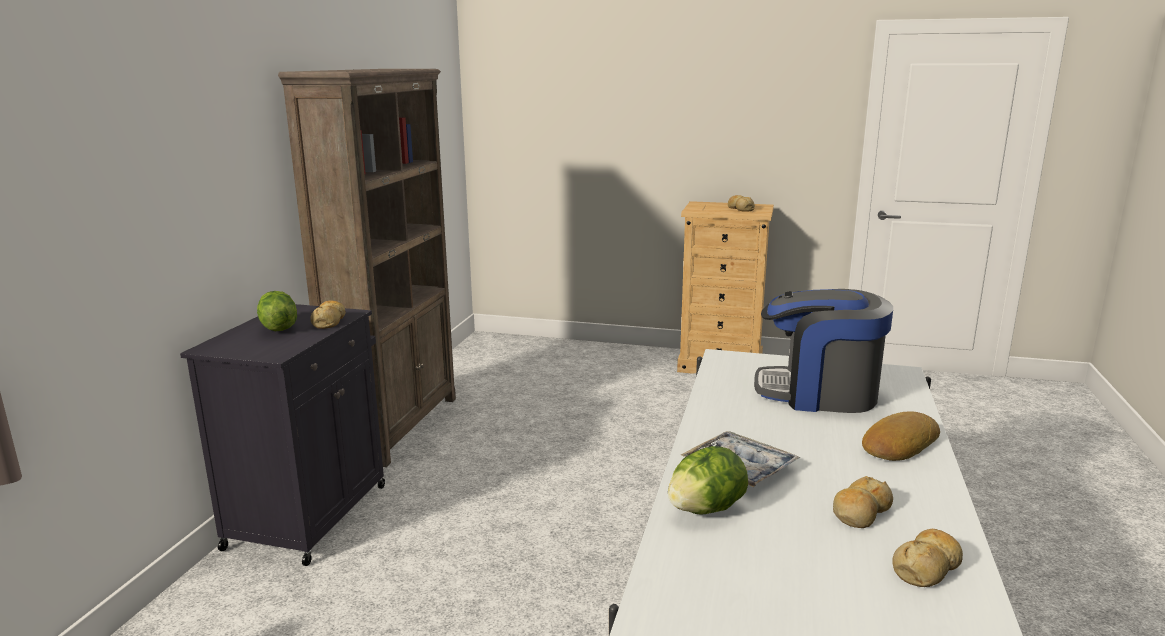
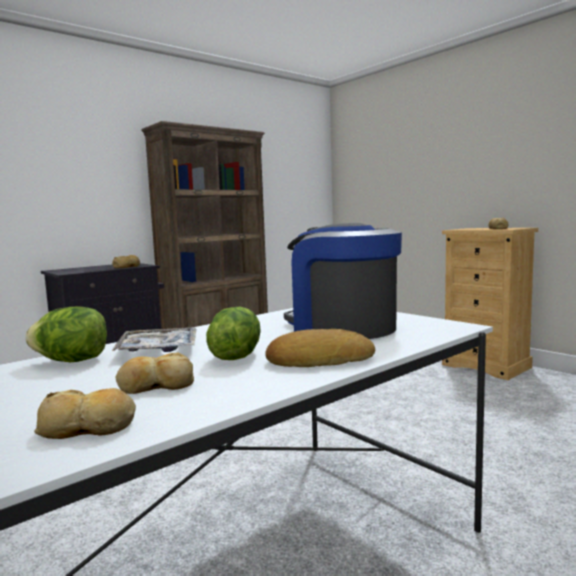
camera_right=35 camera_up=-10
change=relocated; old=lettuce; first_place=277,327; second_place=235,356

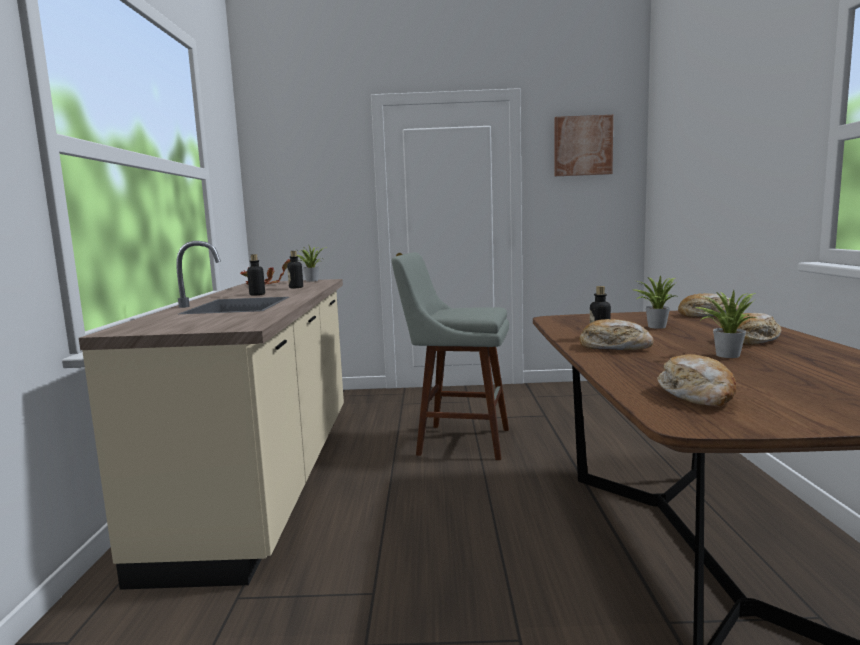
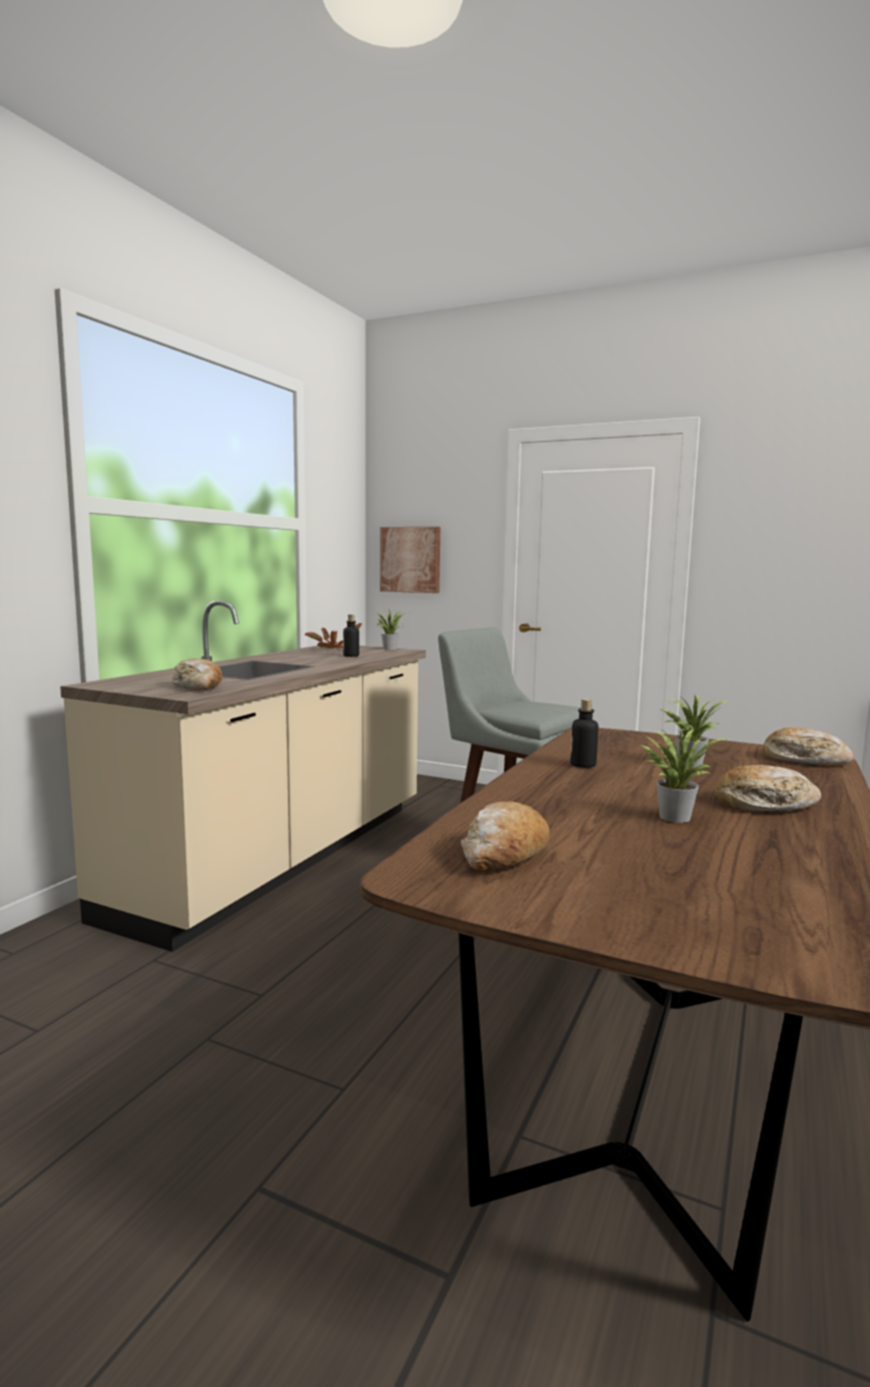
camera_right=25 camera_up=0
change=relocated; old=bakery bread; first_place=614,347; second_place=198,687
change=relocated; old=wall art; first_place=582,146; second_place=410,559
change=missing; old=beverage bottle; first_place=257,294

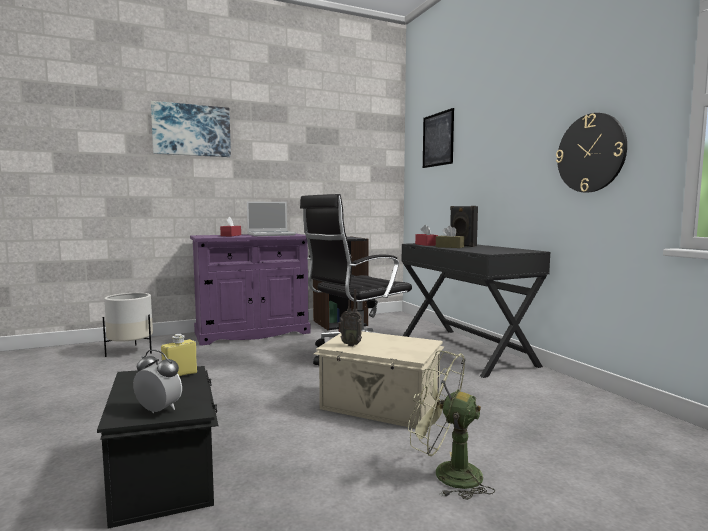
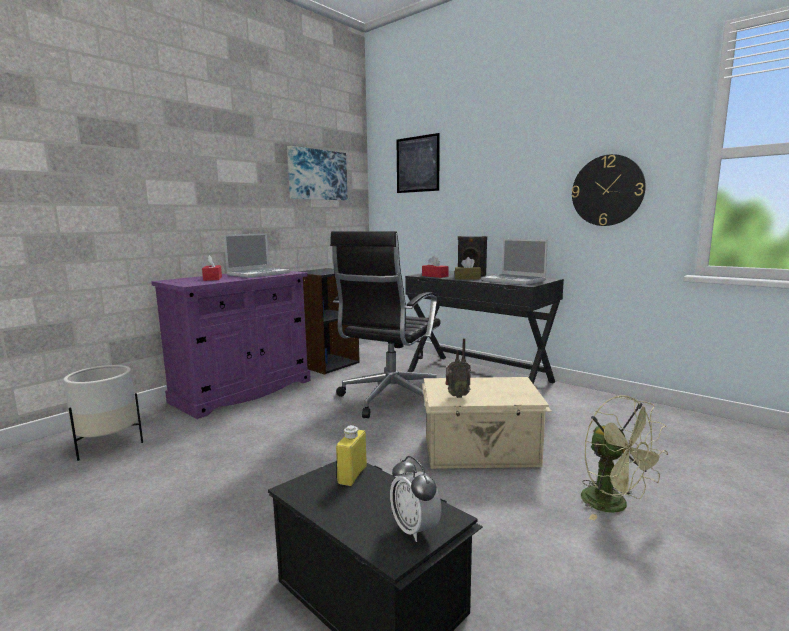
camera_right=-25 camera_up=5
change=relocated; old=wall art; first_place=191,130; second_place=317,175
change=spun; old=bedside clock; first_place=158,410; second_place=414,529; degrees=-120
change=appeared; new=portable computer; second_place=514,281
change=spun; old=cooling fan (green-coloured); first_place=446,474; second_place=613,505; degrees=-120

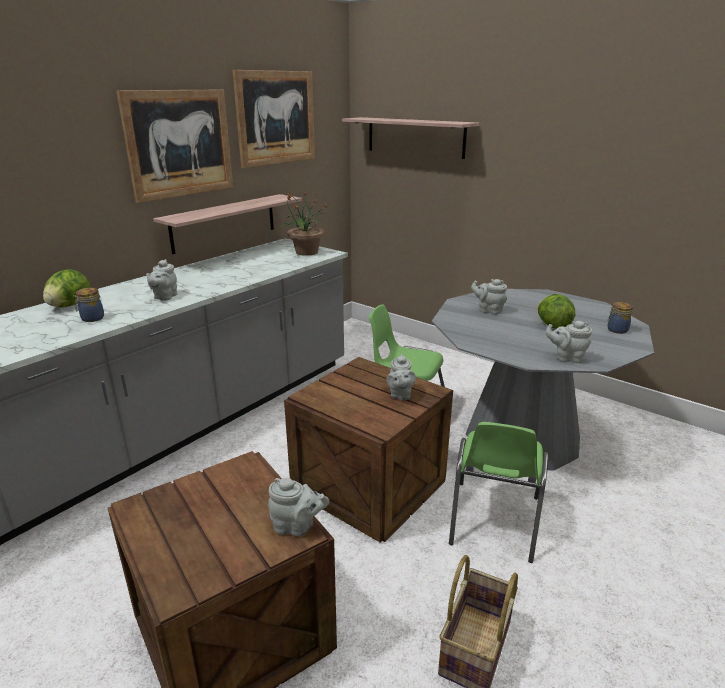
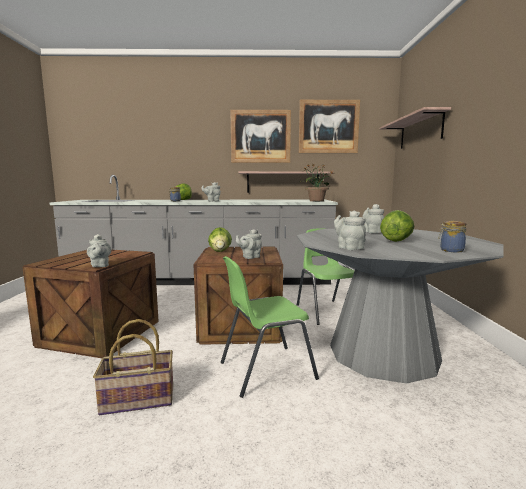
camera_right=50 camera_up=-15
change=appeared; new=lettuce; second_place=220,251

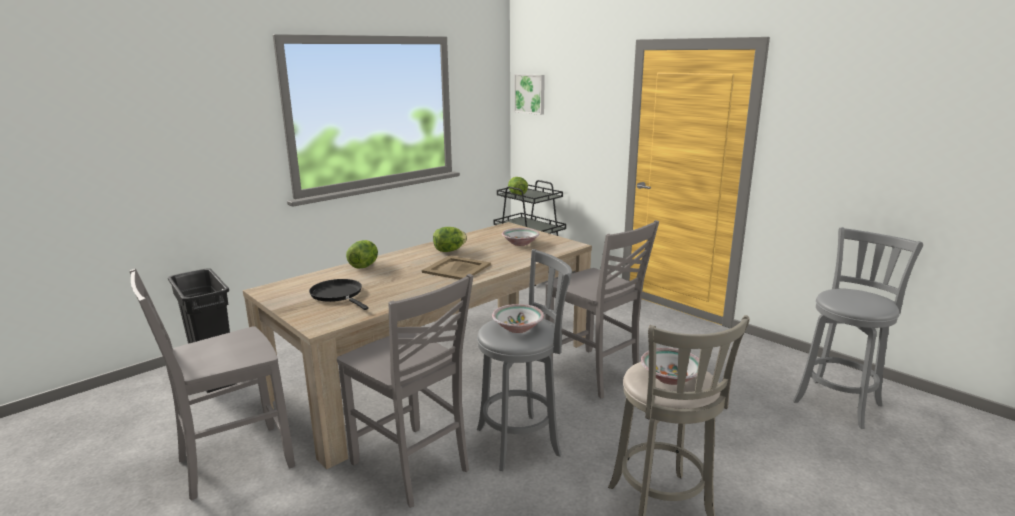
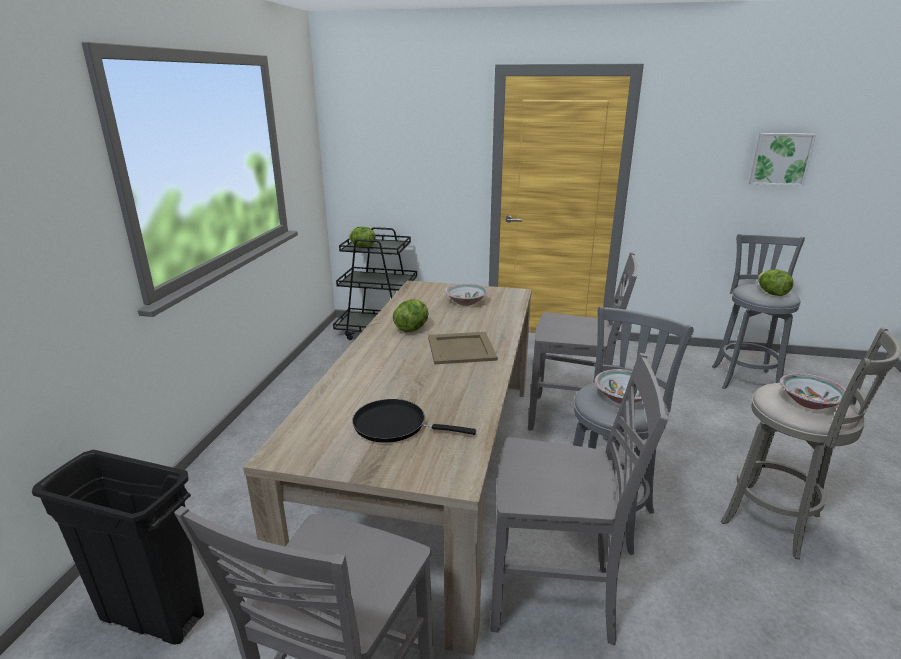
camera_right=-35 camera_up=5
change=relocated; old=wall art; first_place=530,94; second_place=780,159
change=relocated; old=lettuce; first_place=364,266; second_place=771,293

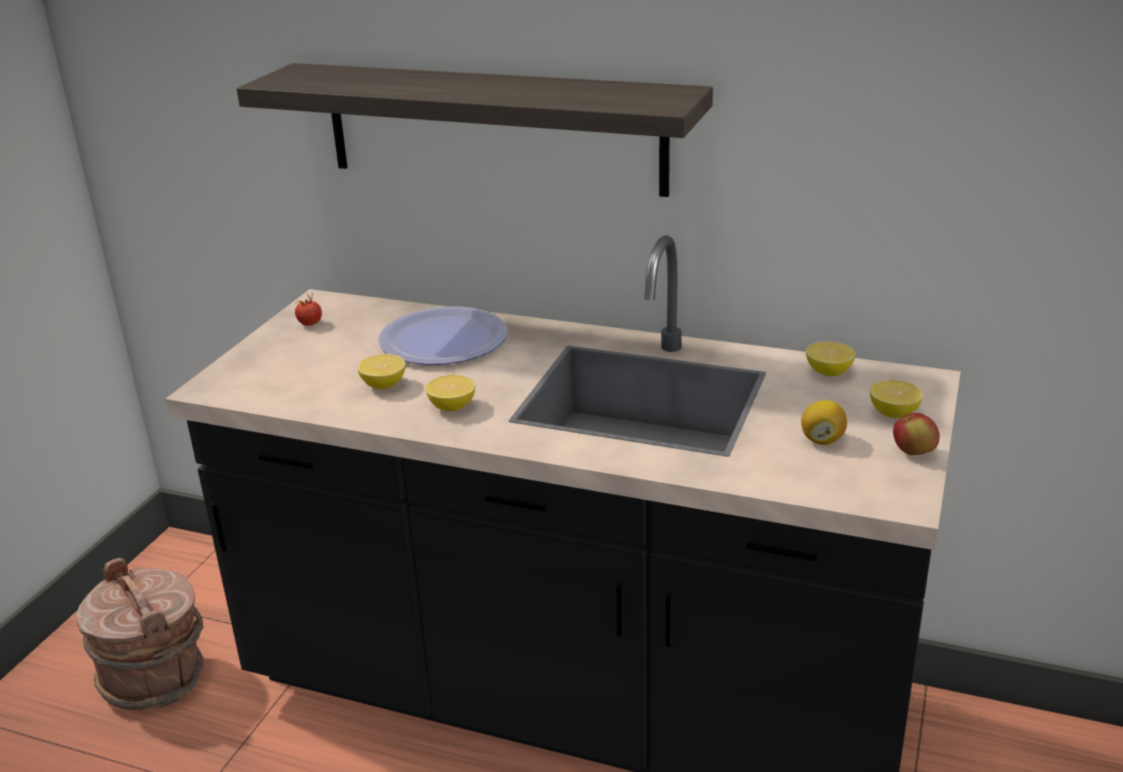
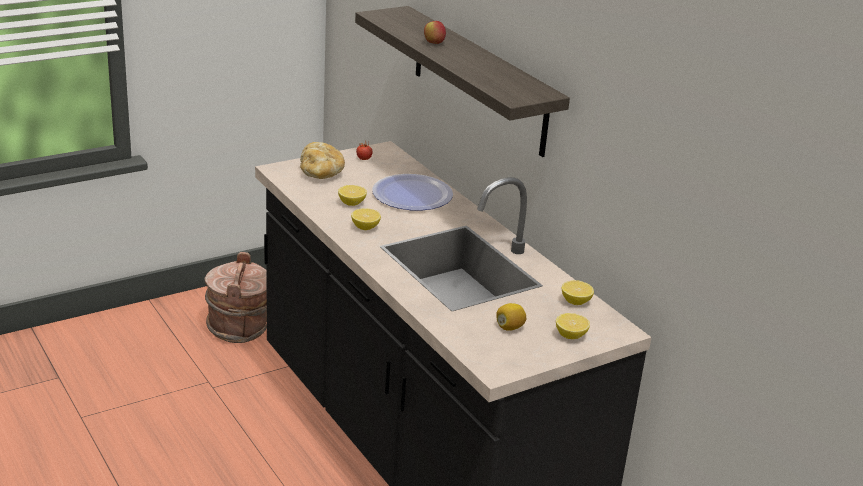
camera_right=35 camera_up=0
change=appeared; new=bakery bread; second_place=321,173
change=relocated; old=apple fruit; first_place=913,453; second_place=434,43

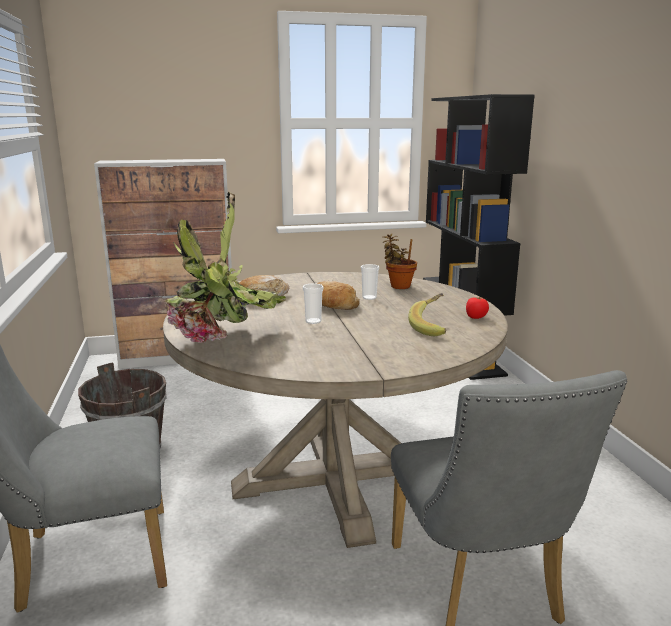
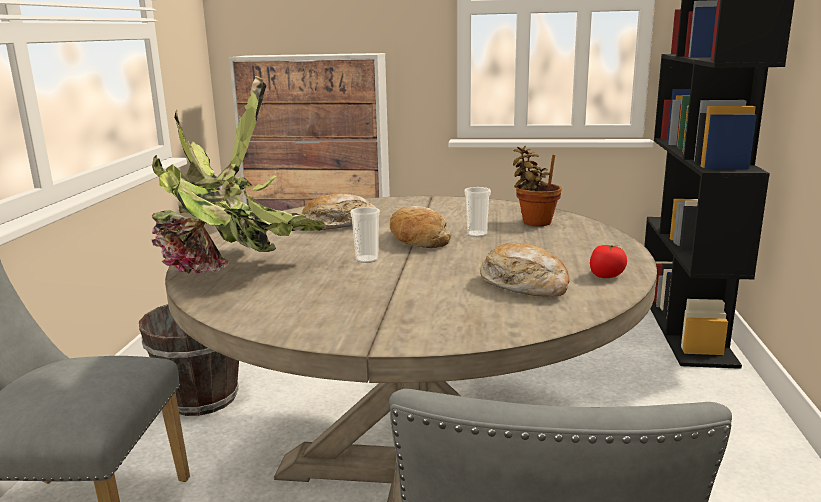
camera_right=20 camera_up=0
change=exchanged; old=banana fruit; new=bakery bread; first_place=433,327; second_place=524,285

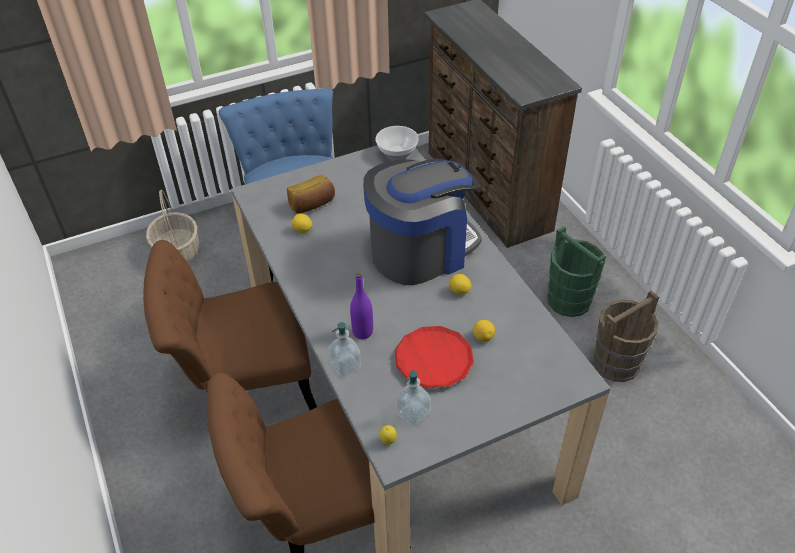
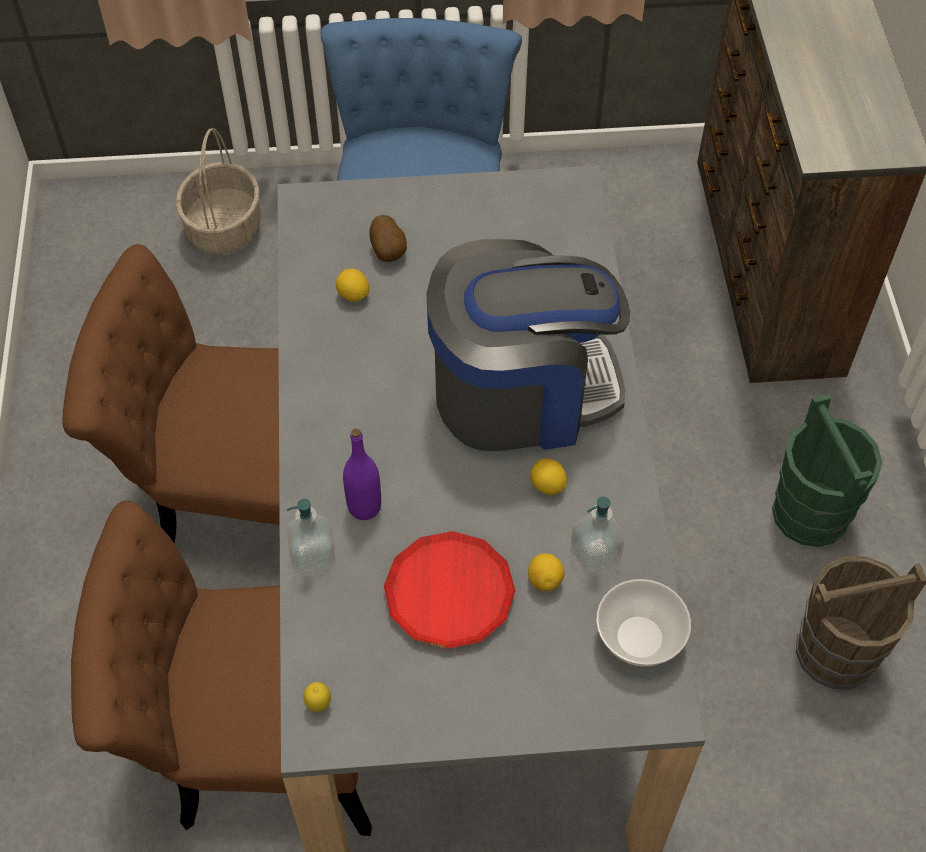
camera_right=20 camera_up=10
change=exchanged; old=bakery bread; new=spud; first_place=312,204; second_place=389,252
change=relocated; old=soap bottle; first_place=413,413; second_place=595,553
change=relocated; old=serving bowl; first_place=396,153; second_place=637,638

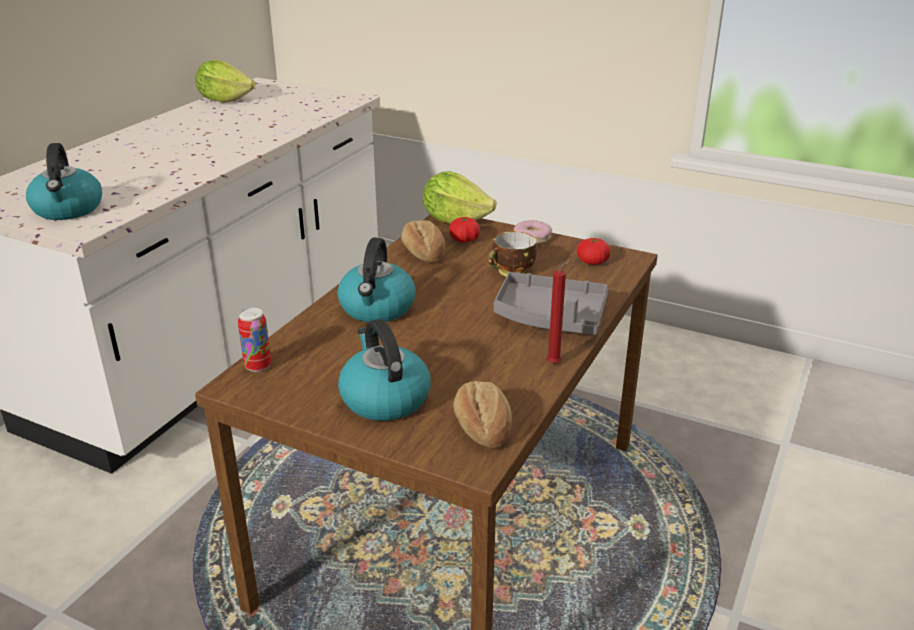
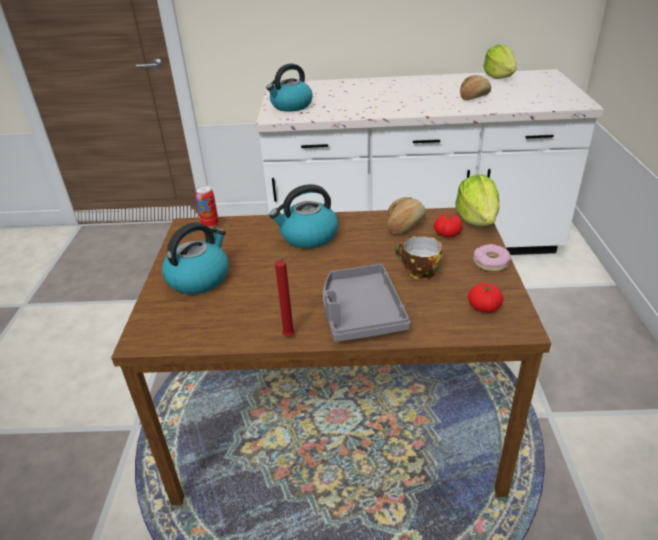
camera_right=65 camera_up=5
change=relocated; old=bakery bread; first_place=481,428; second_place=474,97

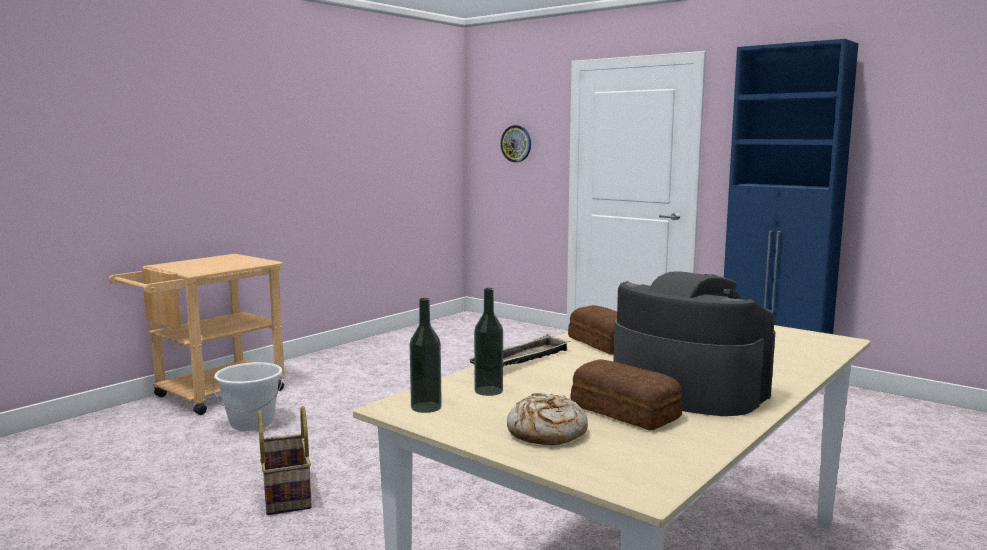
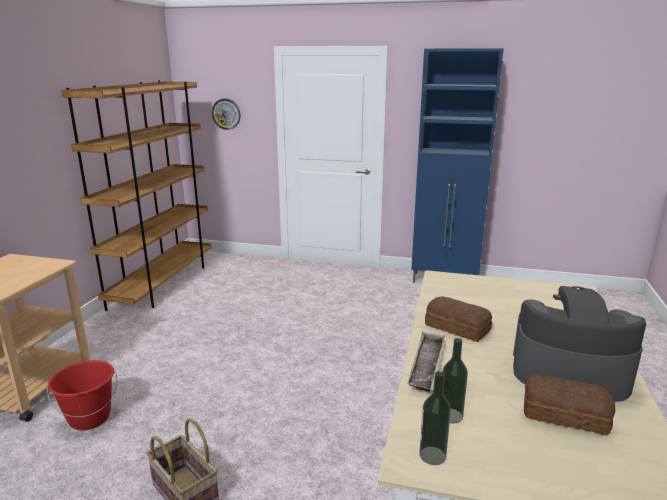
camera_right=-25 camera_up=10
change=colour; old=pail (white-coloured); new=pail (reddish); first_place=252,423; second_place=90,418
change=appeared; new=bookcase (brown-coloured); second_place=163,284
change=missing; old=bakery bread; first_place=546,432

